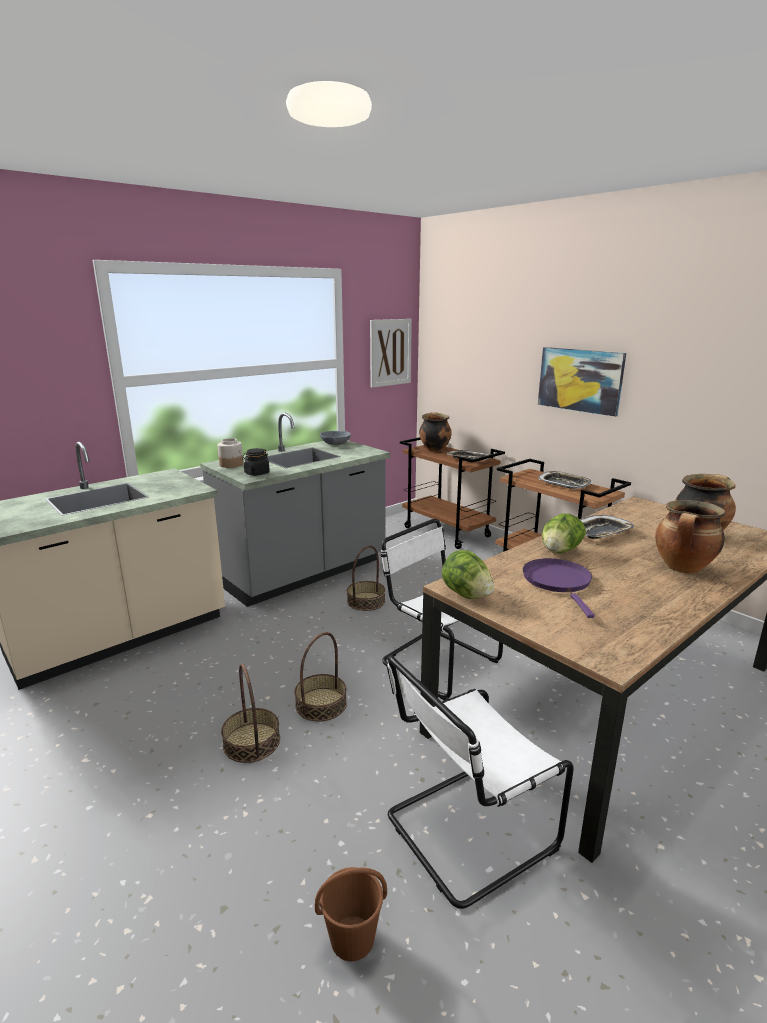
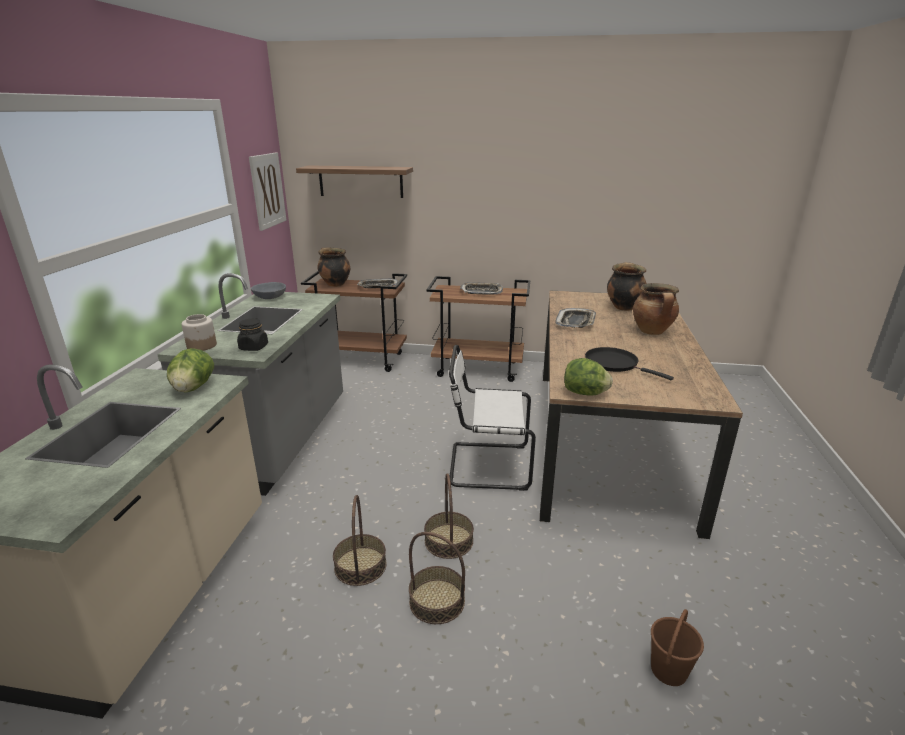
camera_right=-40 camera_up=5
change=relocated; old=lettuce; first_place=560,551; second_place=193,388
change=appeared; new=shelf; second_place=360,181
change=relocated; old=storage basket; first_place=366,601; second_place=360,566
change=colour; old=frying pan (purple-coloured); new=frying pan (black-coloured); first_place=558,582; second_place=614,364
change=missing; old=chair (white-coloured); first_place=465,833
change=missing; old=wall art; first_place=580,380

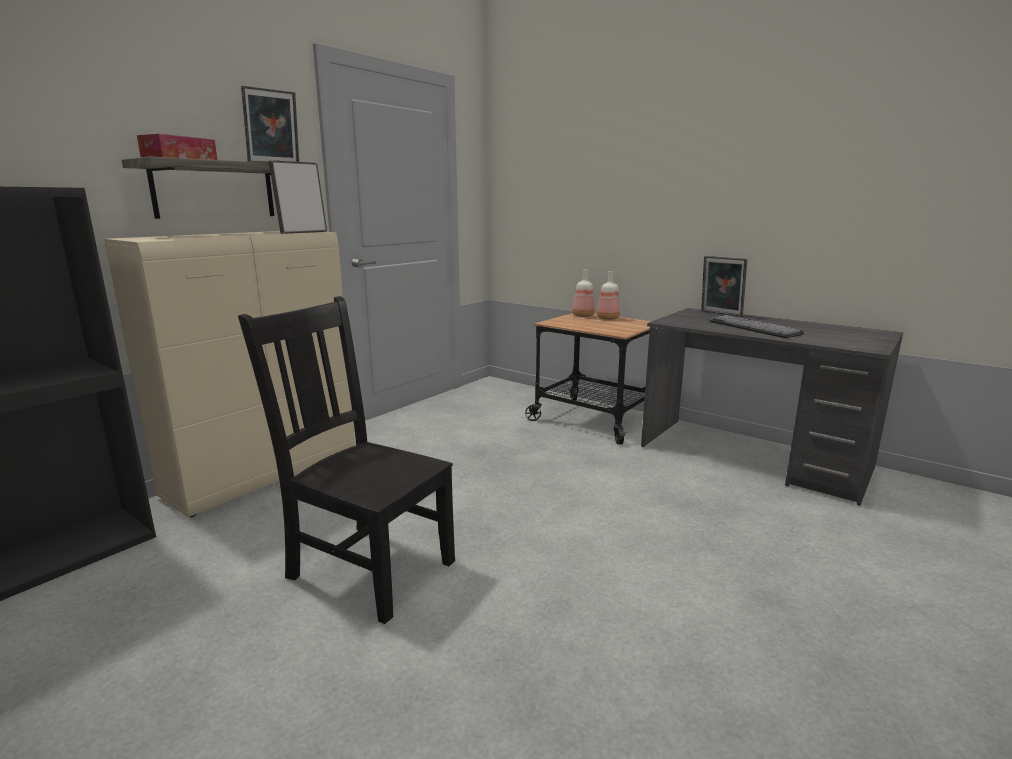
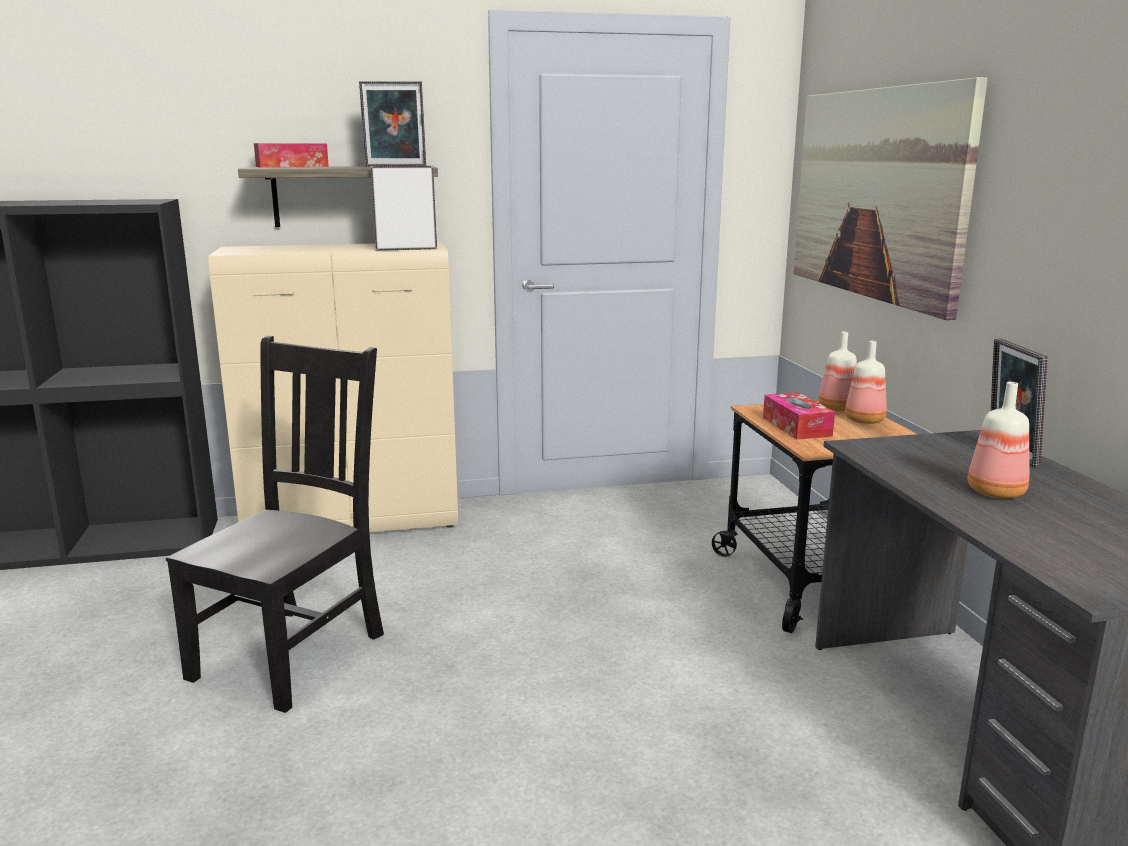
camera_right=40 camera_up=0
change=spun; old=chair (black-coloured); first_place=367,567; second_place=293,653; degrees=45
change=appeared; new=tissue box; second_place=796,427
change=appeared; new=wall art; second_place=877,194
change=exchanged; old=keyboard; new=beverage bottle; first_place=758,327; second_place=997,493

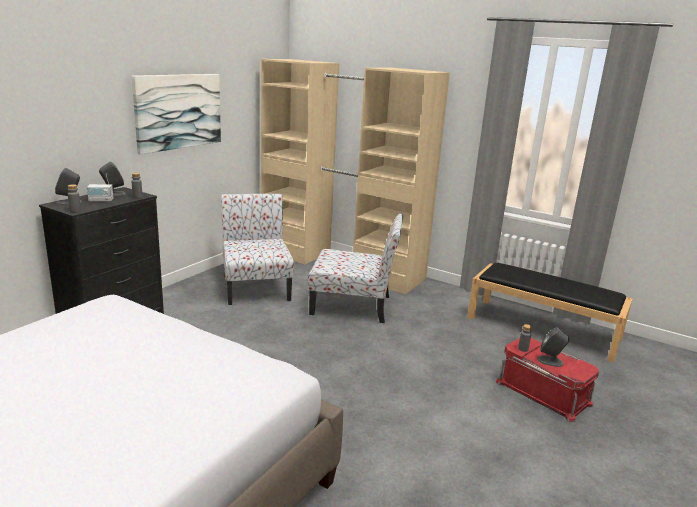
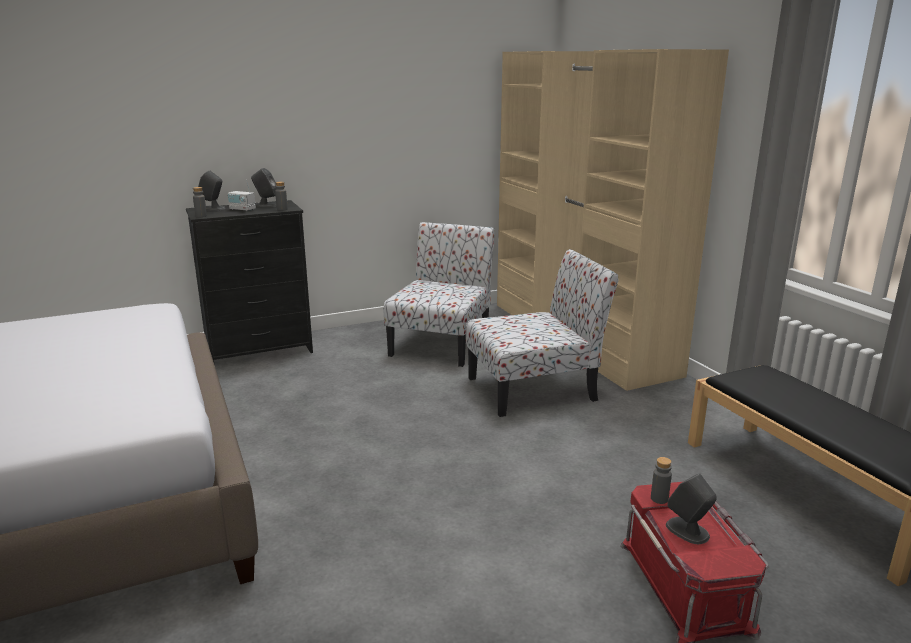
camera_right=35 camera_up=0
change=spun; old=chair; first_place=353,305; second_place=534,389; degrees=-60
change=missing; old=wall art; first_place=178,111

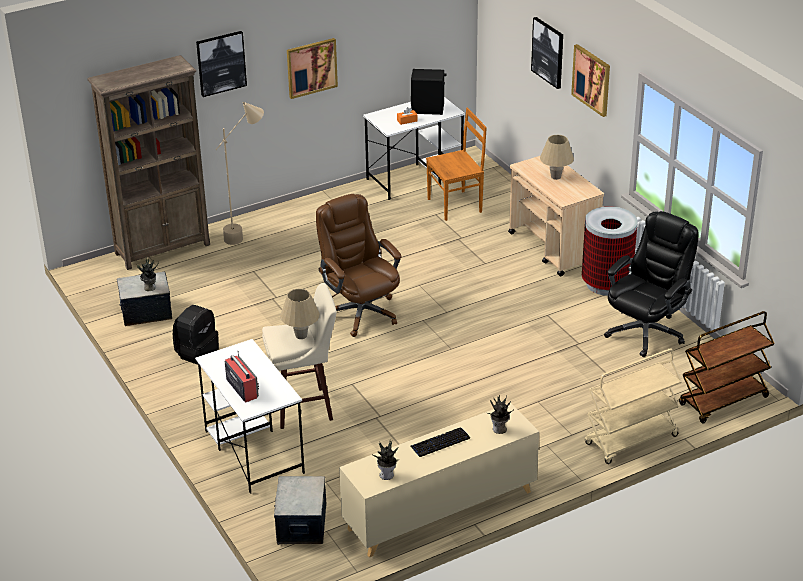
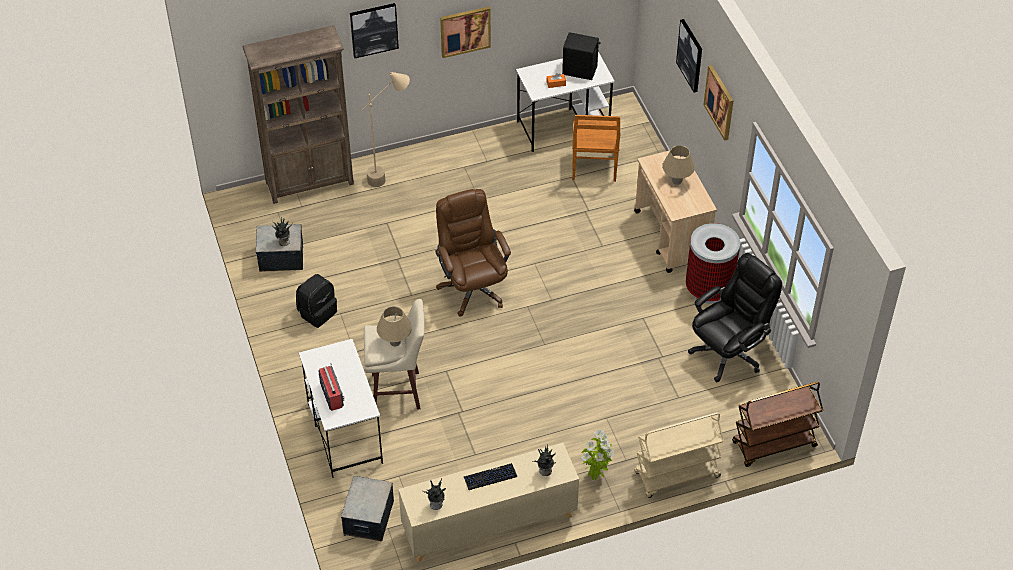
camera_right=10 camera_up=15
change=spun; old=chair (brown-coloured); first_place=456,205; second_place=594,168; degrees=105
change=appeared; new=plant in a pot; second_place=595,475

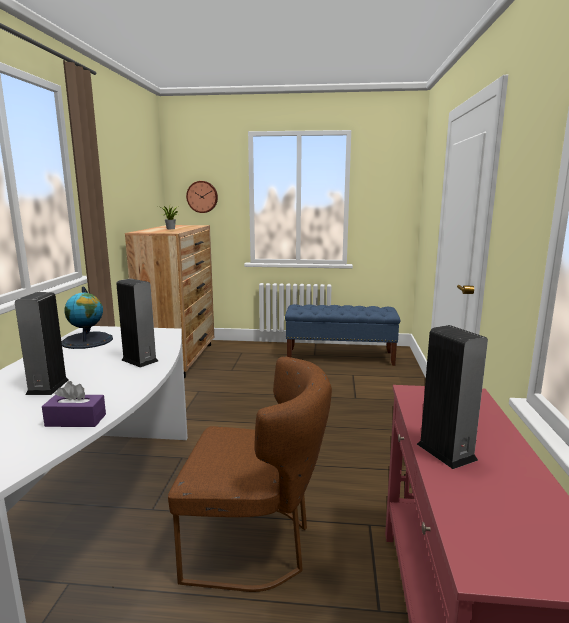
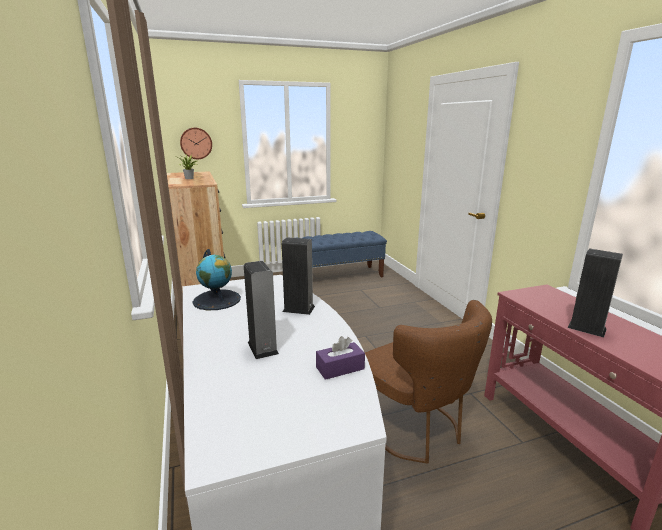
camera_right=-25 camera_up=5
change=spun; old=chair (brown-coloured); first_place=256,544; second_place=416,429; degrees=75

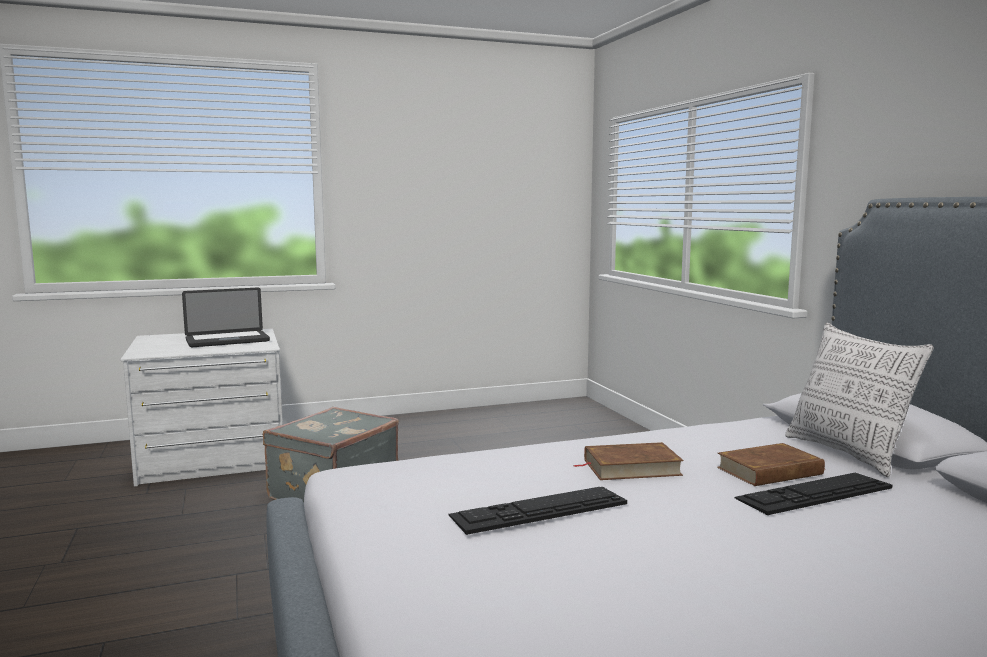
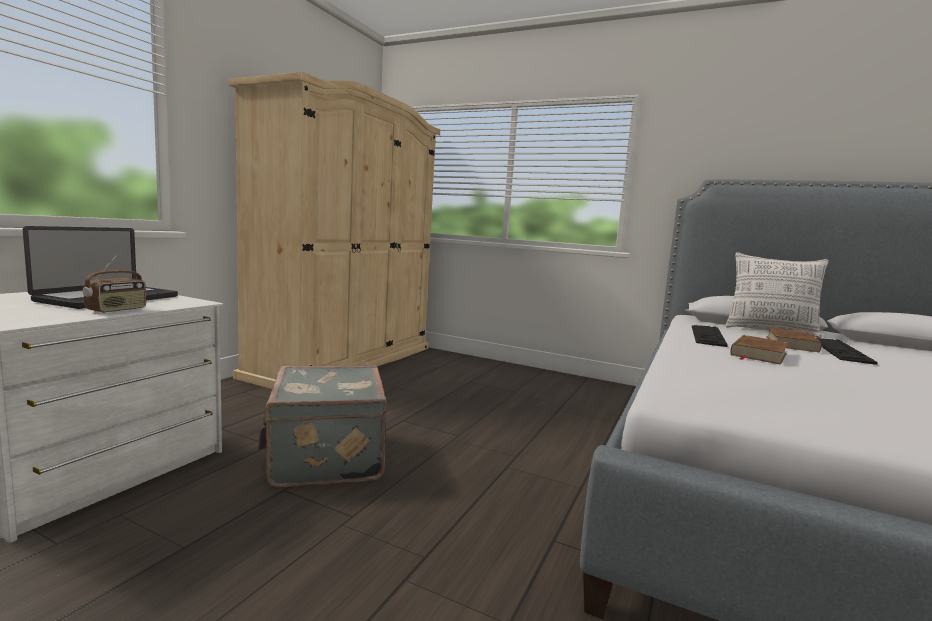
camera_right=-45 camera_up=0
change=appeared; new=radio set; second_place=117,310
change=appeared; new=clothes cupboard (sand-coloured); second_place=344,361
change=relocated; old=keyboard; first_place=539,509; second_place=707,335

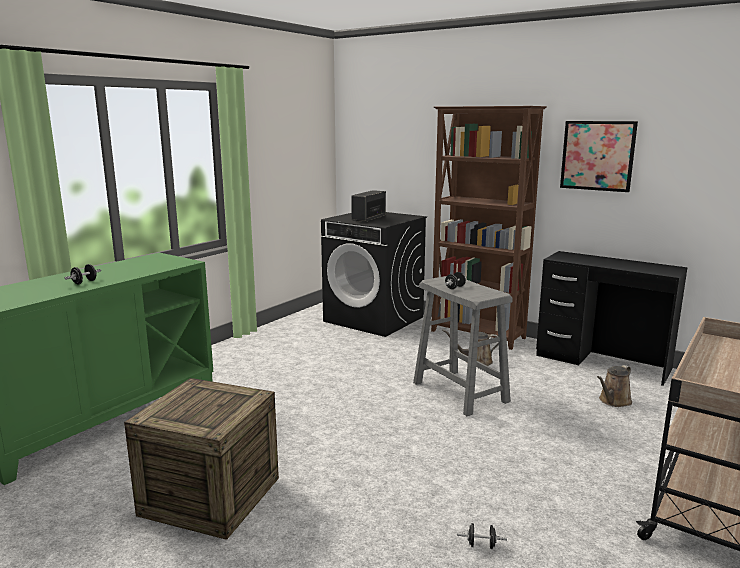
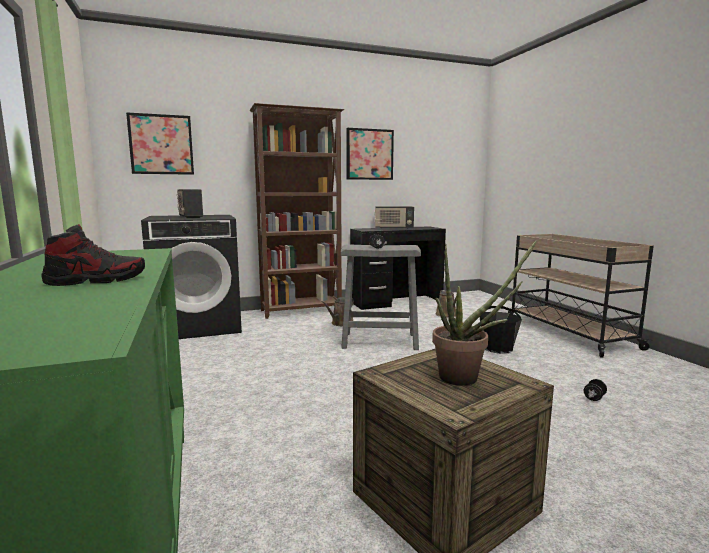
camera_right=-55 camera_up=-5
change=exchanged; old=dumbbell (black-coloured); new=shoe; first_place=84,282; second_place=96,280
change=appeared; new=wall art; second_place=161,144
change=appeared; new=radio set; second_place=393,228
change=appeared; new=plant in a pot; second_place=467,378
change=appeared; new=pail (black-coloured); second_place=498,348

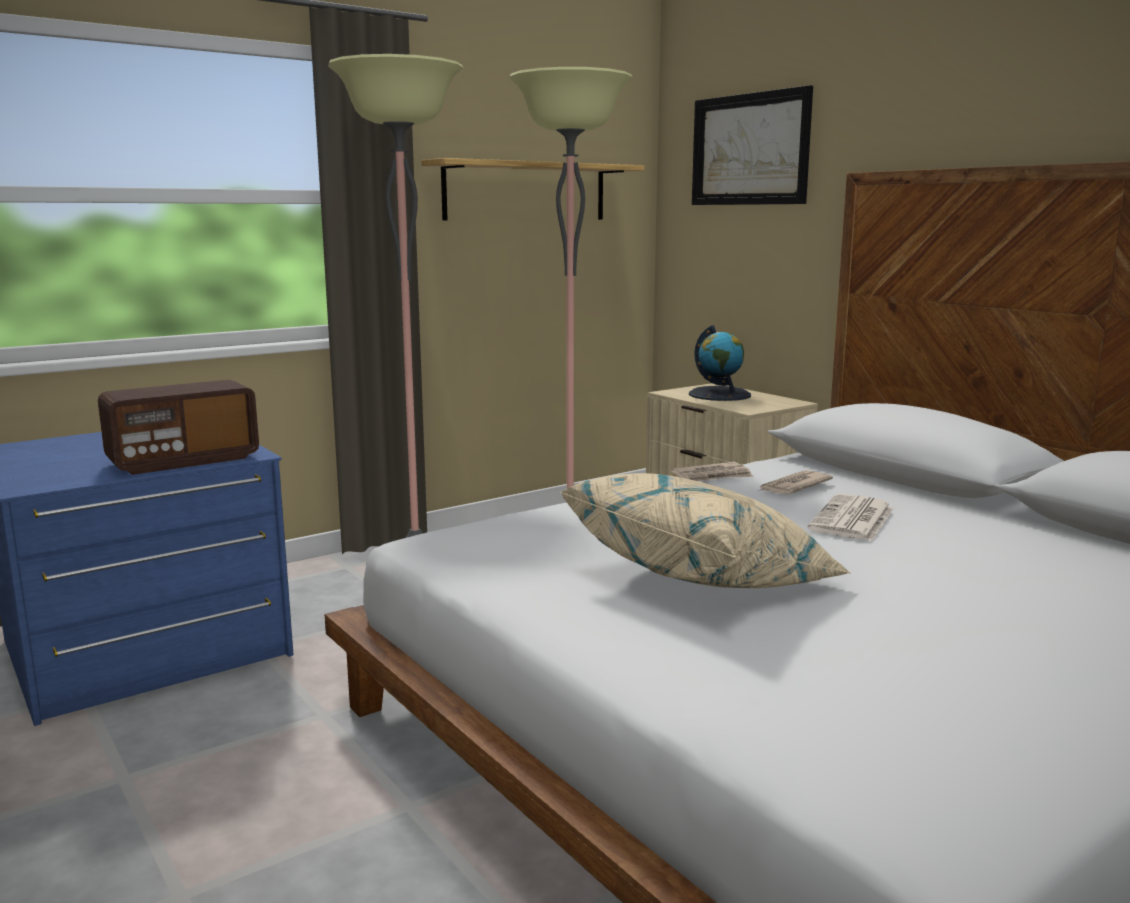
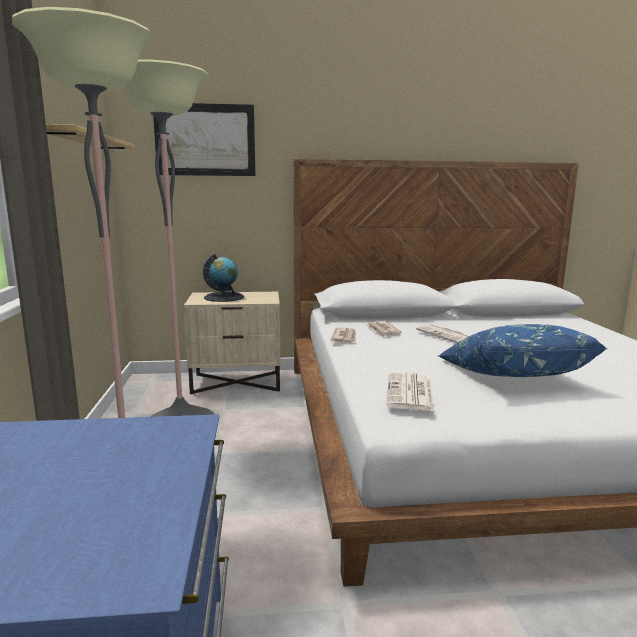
camera_right=-60 camera_up=0
change=appeared; new=daily paper; second_place=410,393
change=colour; old=pillow (sand-coloured); new=pillow (blue); first_place=703,580; second_place=511,377
change=missing; old=radio set; first_place=183,461

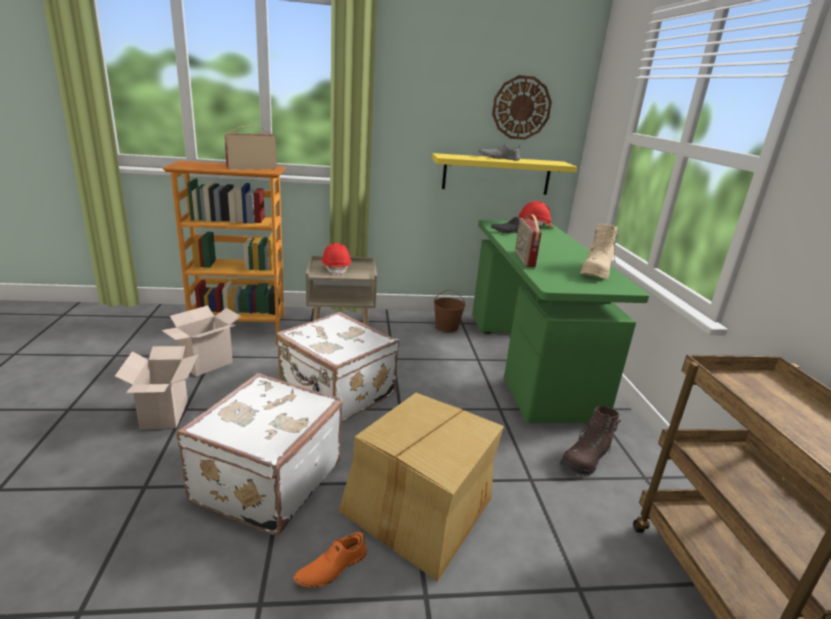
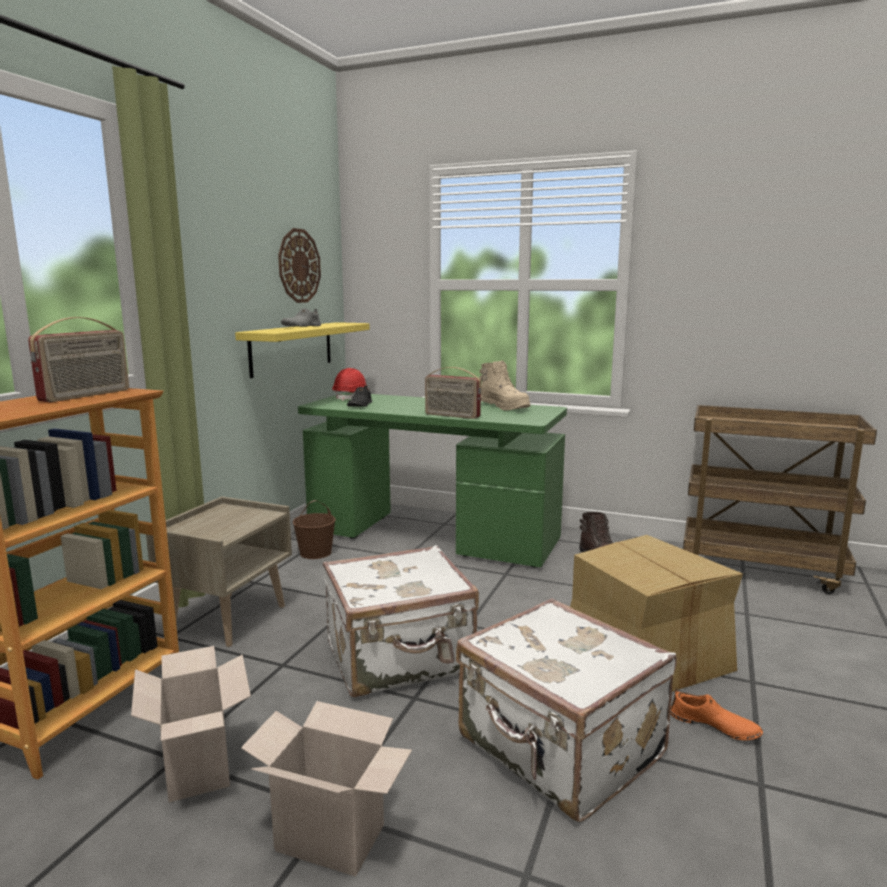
camera_right=-60 camera_up=-10
change=spun; old=radio set; first_place=251,168; second_place=86,395; degrees=-150
change=spun; old=shoe (orange-coloured); first_place=331,567; second_place=714,726; degrees=-45
change=missing; old=work helmet (reddish); first_place=336,268

